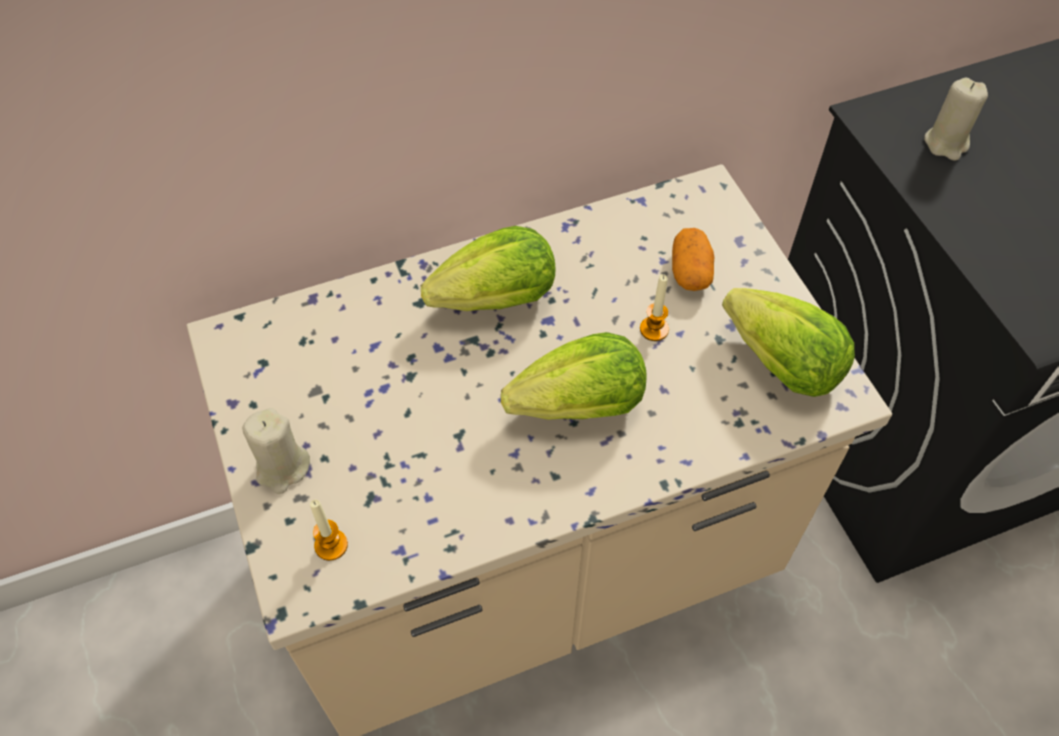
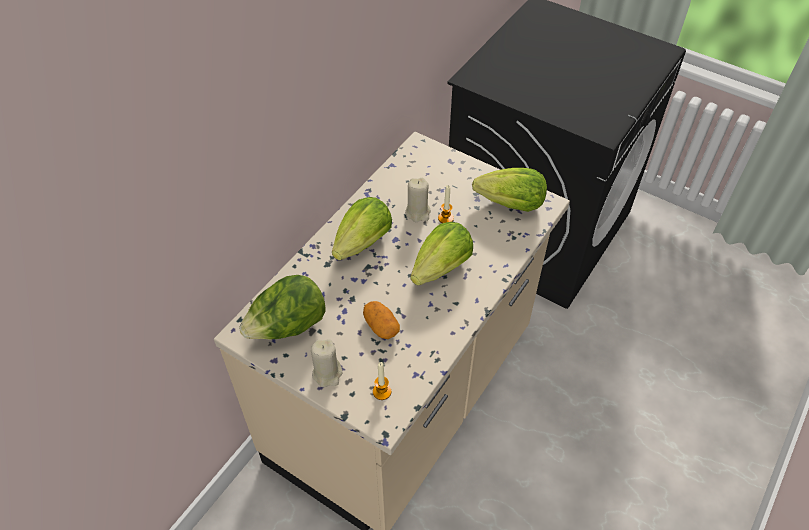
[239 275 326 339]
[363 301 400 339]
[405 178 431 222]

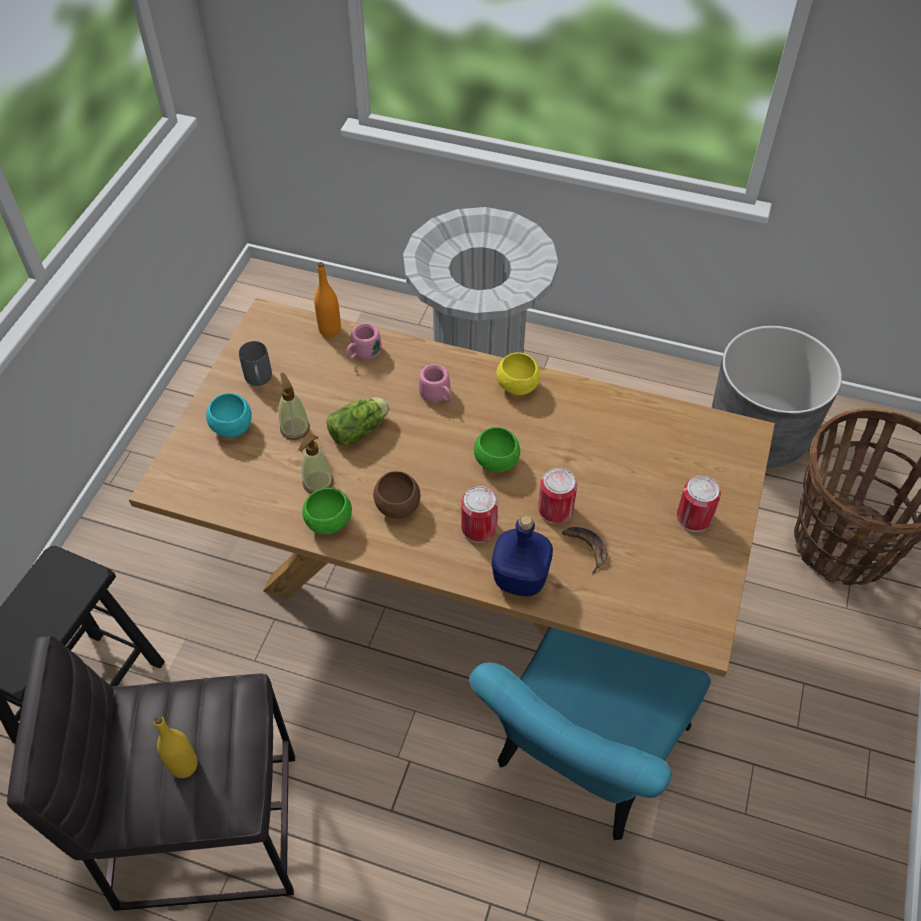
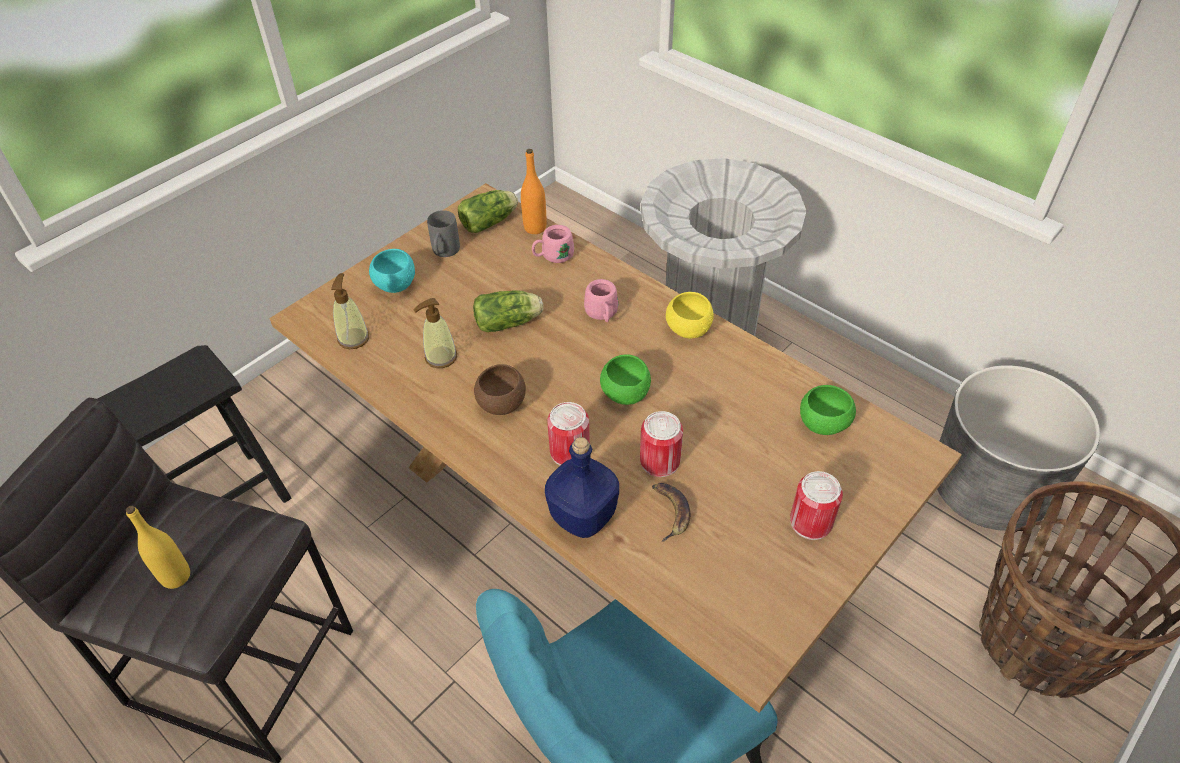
[458 190 518 233]
[331 273 369 349]
[800 385 856 435]

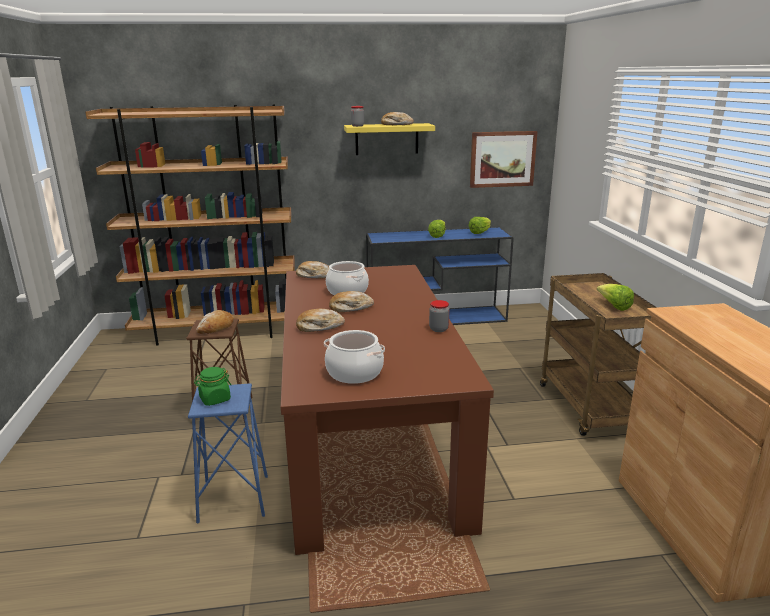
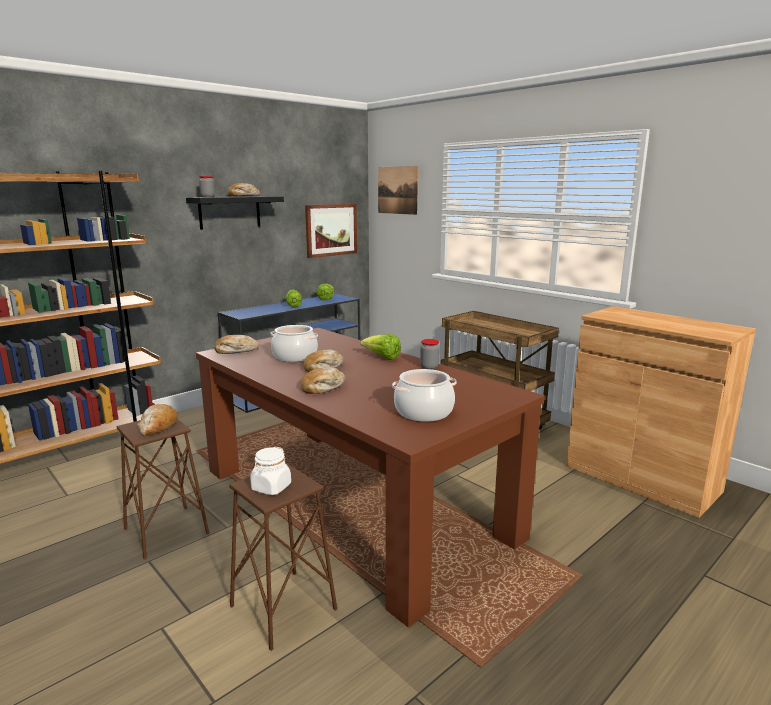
[378 166 419 215]
[360 334 401 360]
[229 463 337 651]
[250 447 291 495]
[186 196 284 230]

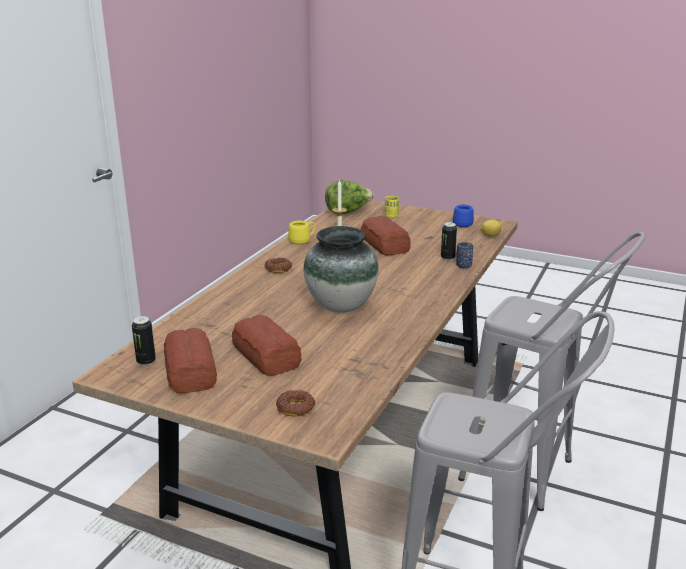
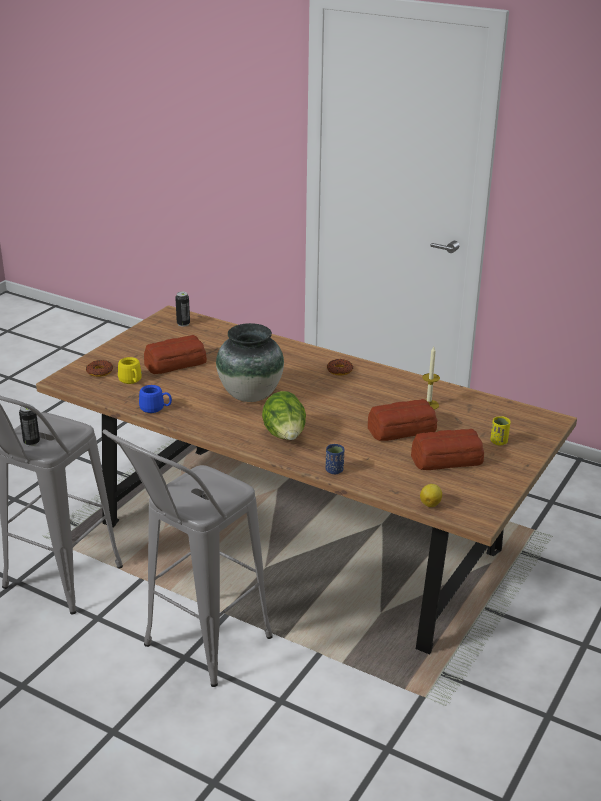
[411 429 484 470]
[118 357 142 384]
[262 391 306 440]
[19 404 40 446]
[139 385 172 413]

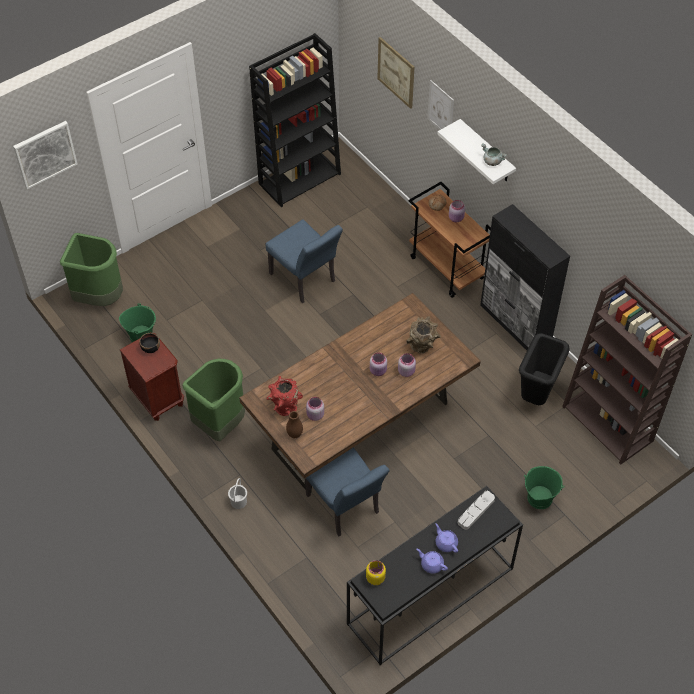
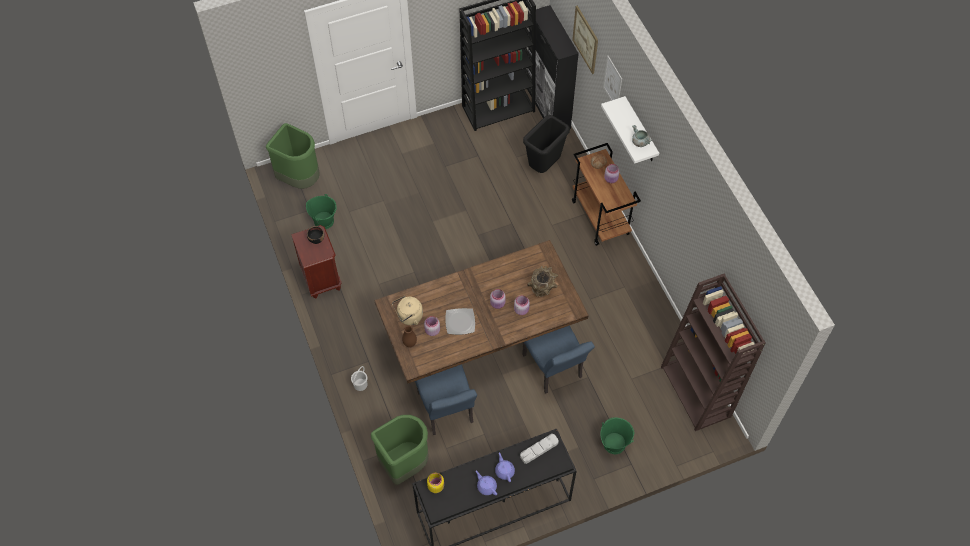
[13 121 78 190] (first image)
[445 308 475 335]
[371 415 428 485]
[522 325 595 394]
[527 5 579 129]
[523 115 570 173]
[392 296 423 325]

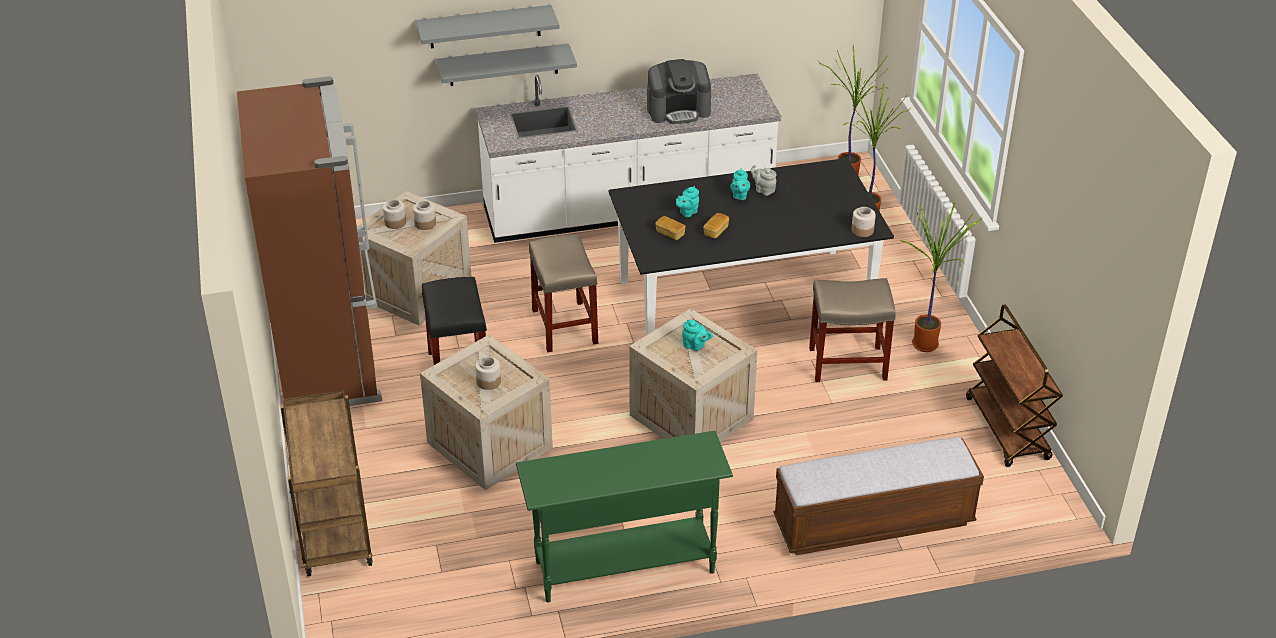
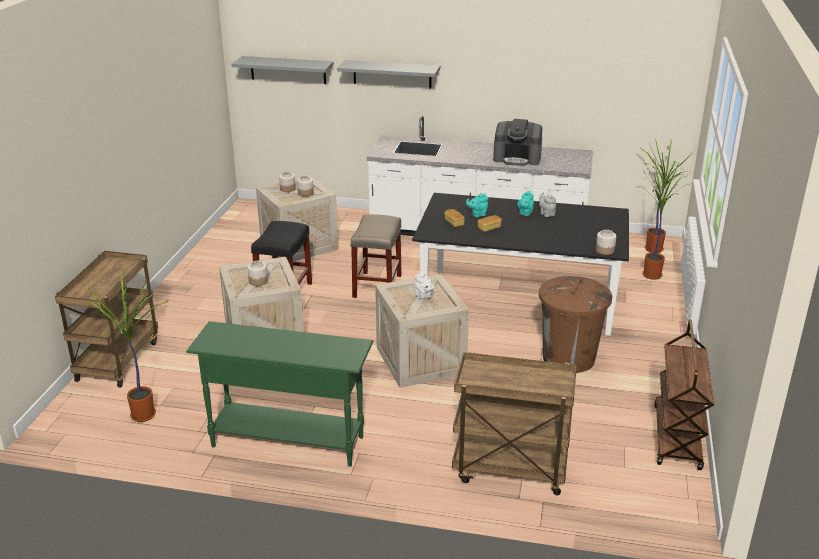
[237 76 382 406] (first image)
[232 56 334 84]
[87 274 168 422]
[452 352 577 495]
[539 276 612 373]
[414 271 434 299]

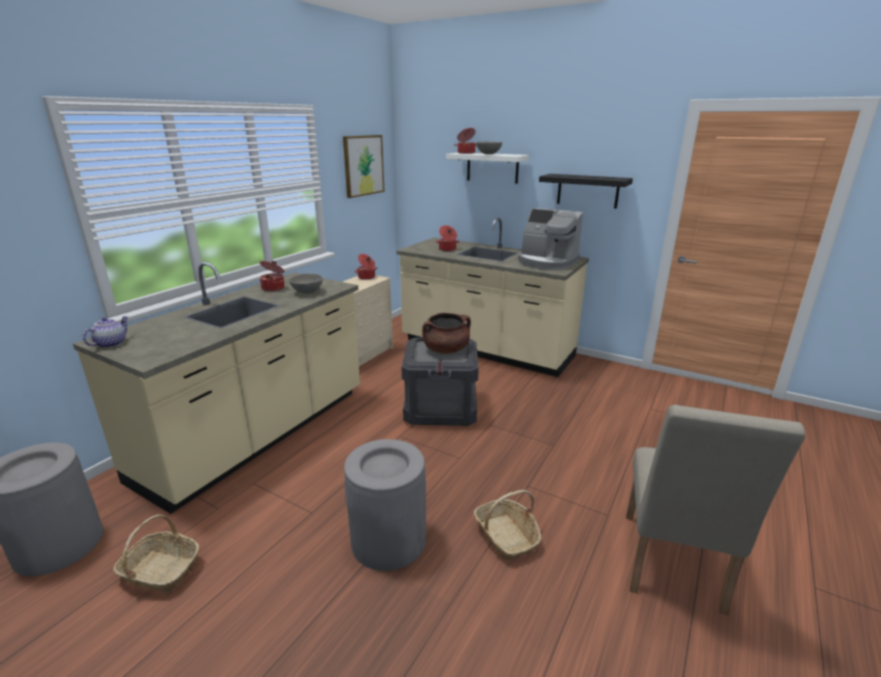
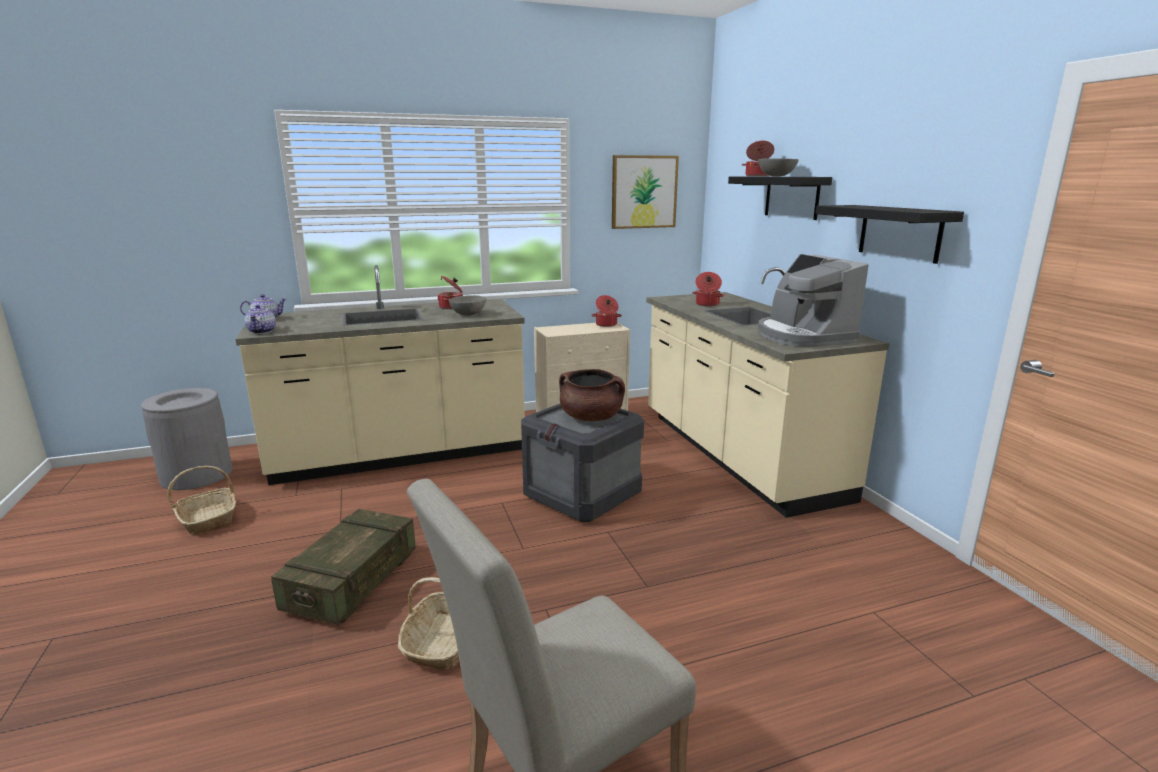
[245 305 276 334]
[271 509 416 625]
[728 177 832 220]

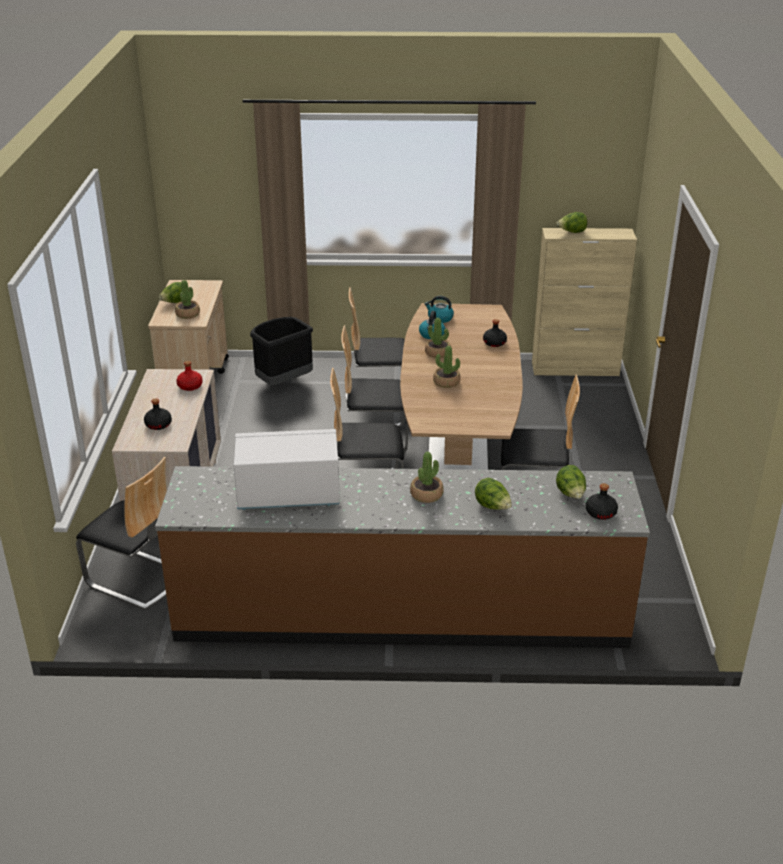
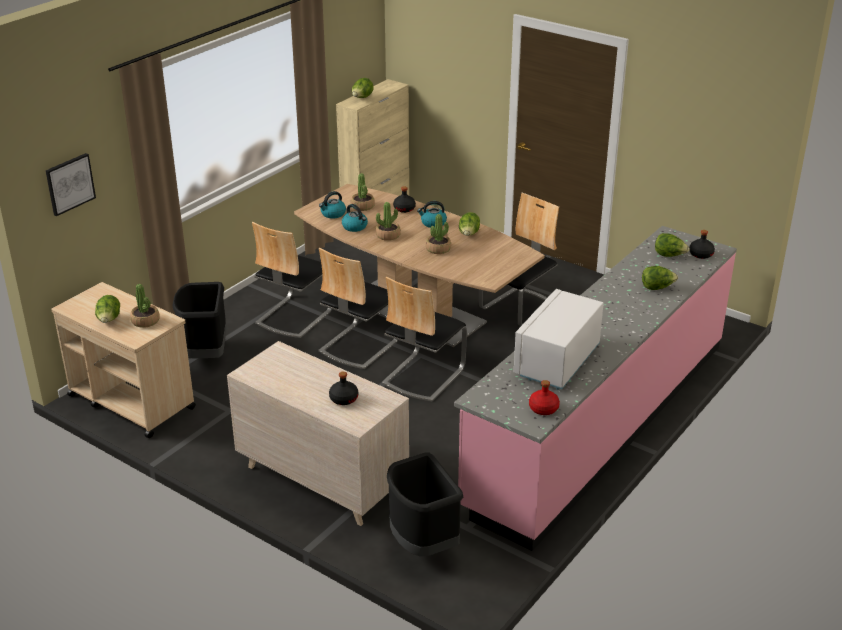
[45 153 96 216]
[417 201 447 228]
[459 212 480 236]
[529 380 560 415]
[351 173 375 211]
[387 452 463 557]
[454 226 737 551]

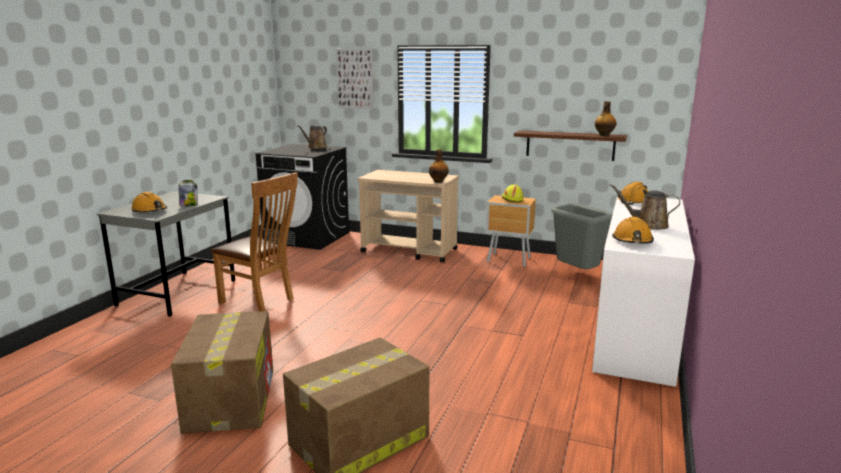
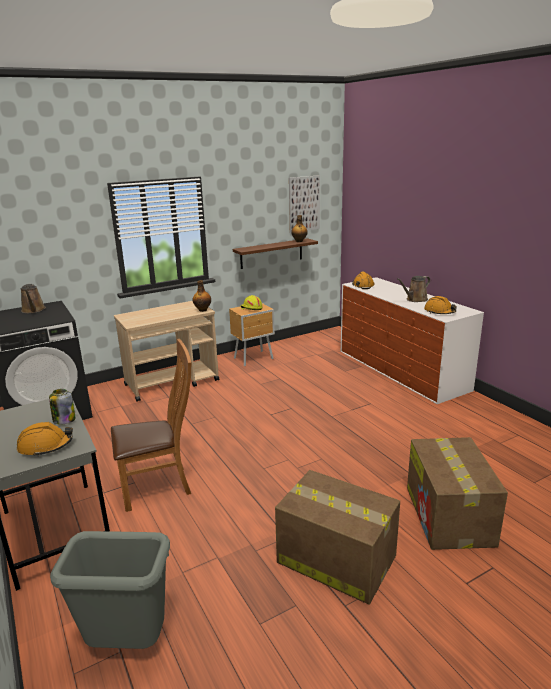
[289 175 320 233]
[50 531 170 649]

